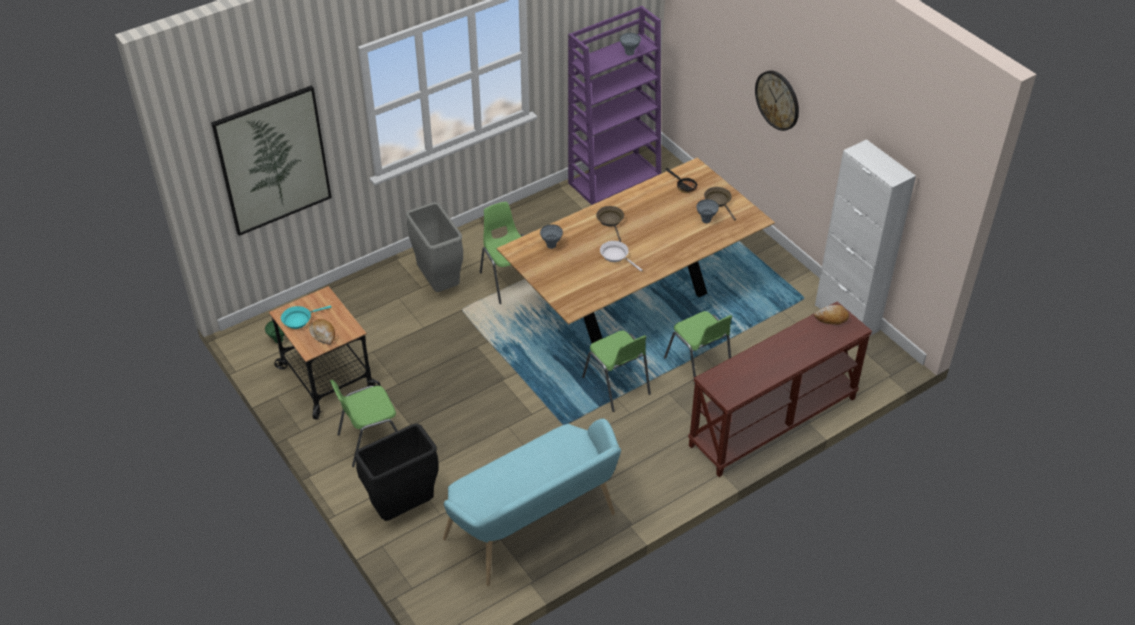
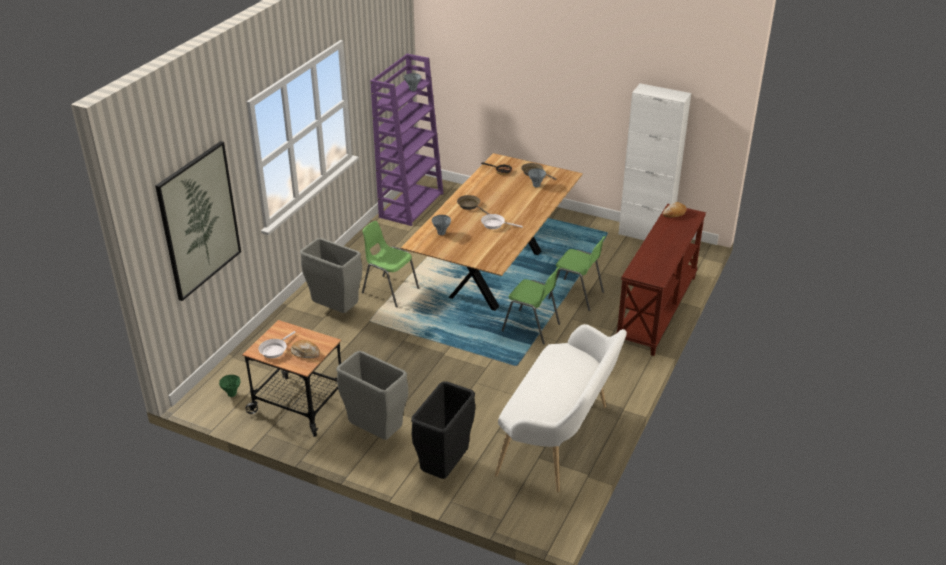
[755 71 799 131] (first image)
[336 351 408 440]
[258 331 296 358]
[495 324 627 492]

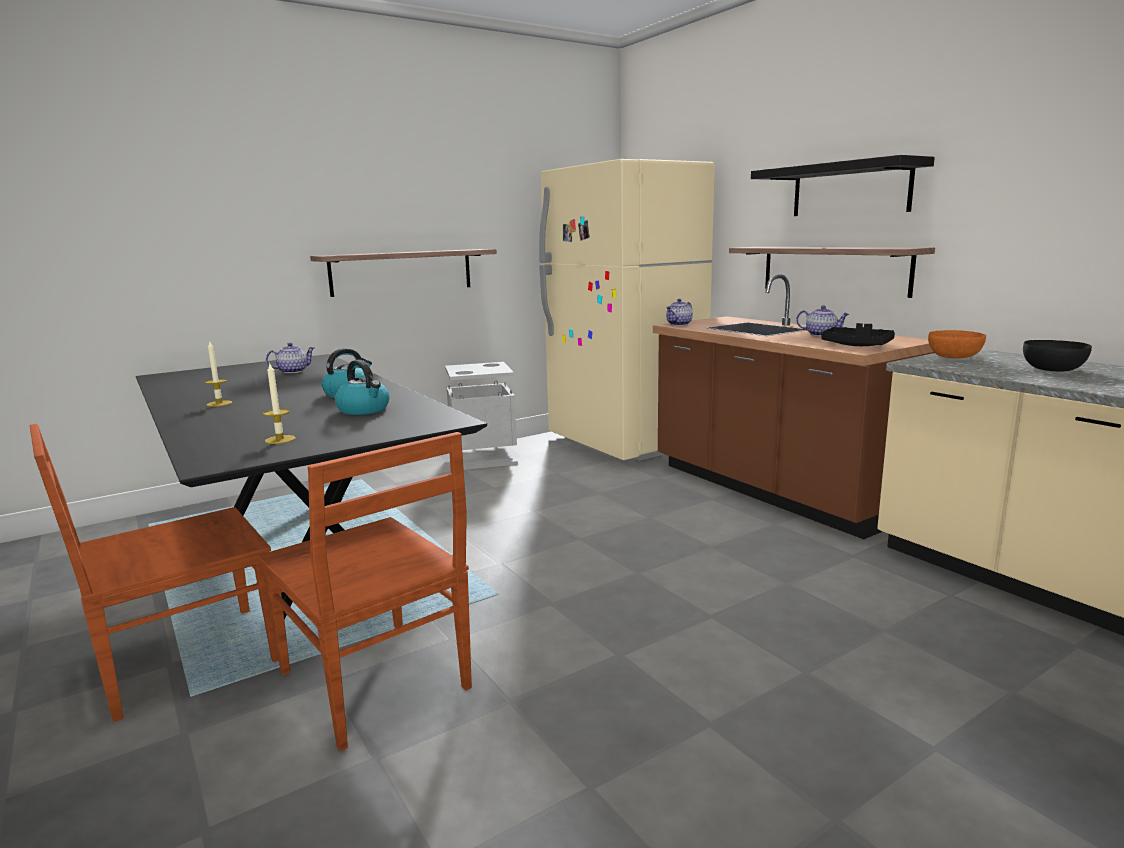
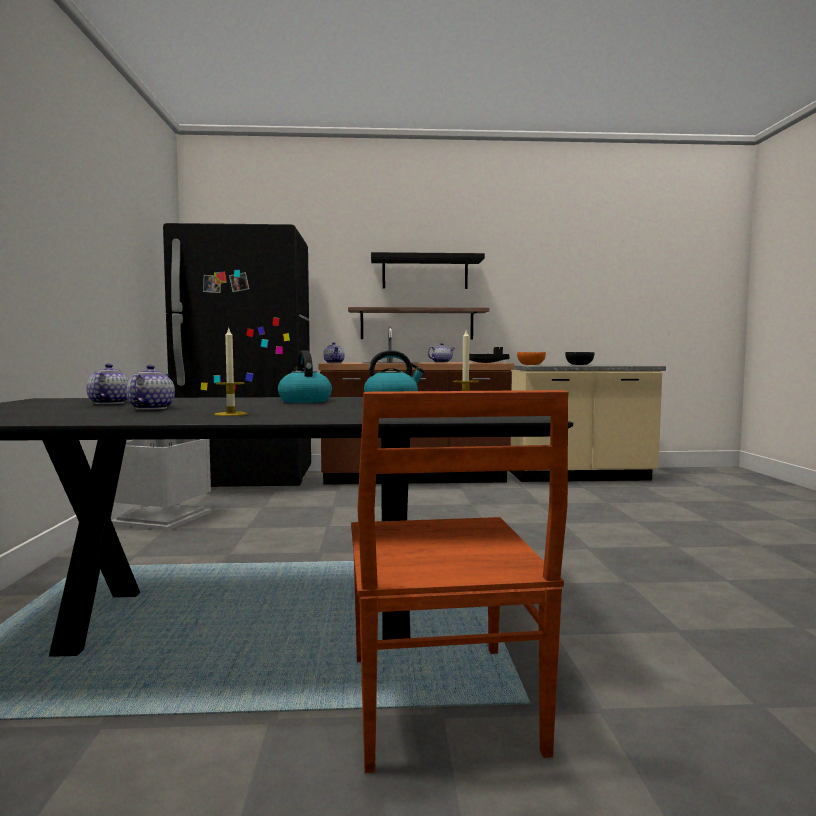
[258 432 472 751] (first image)
[310 249 497 297] (first image)
[126 365 175 410]
[163 223 311 487]

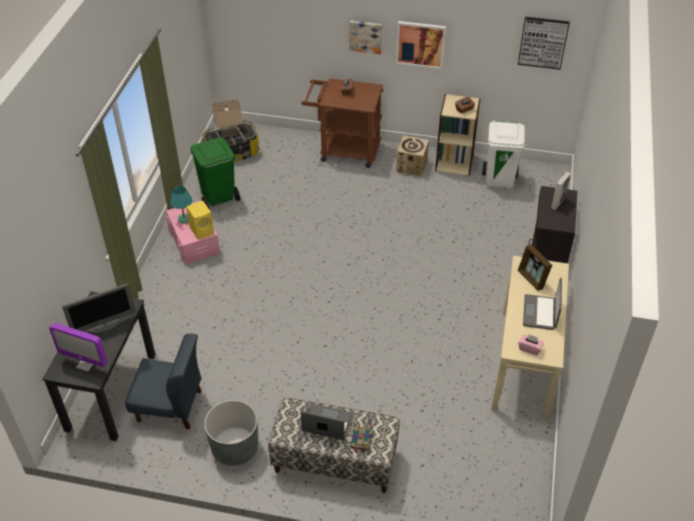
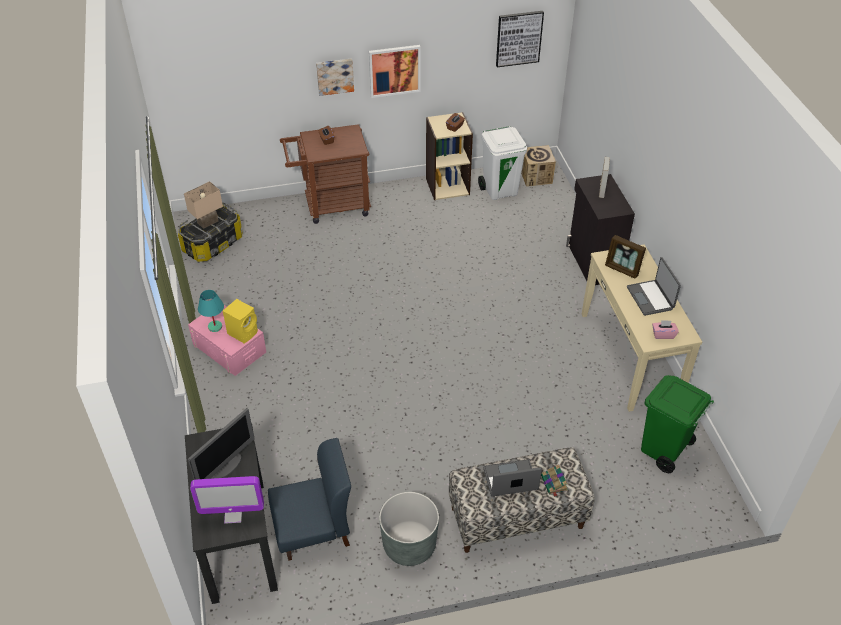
[641 375 714 473]
[521 145 556 187]

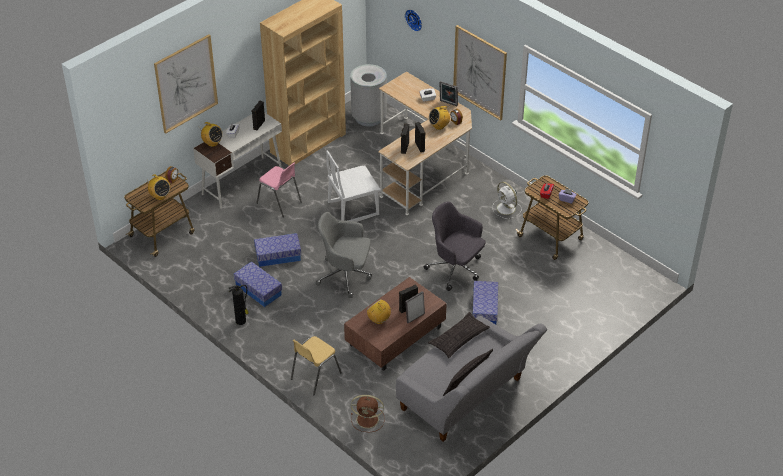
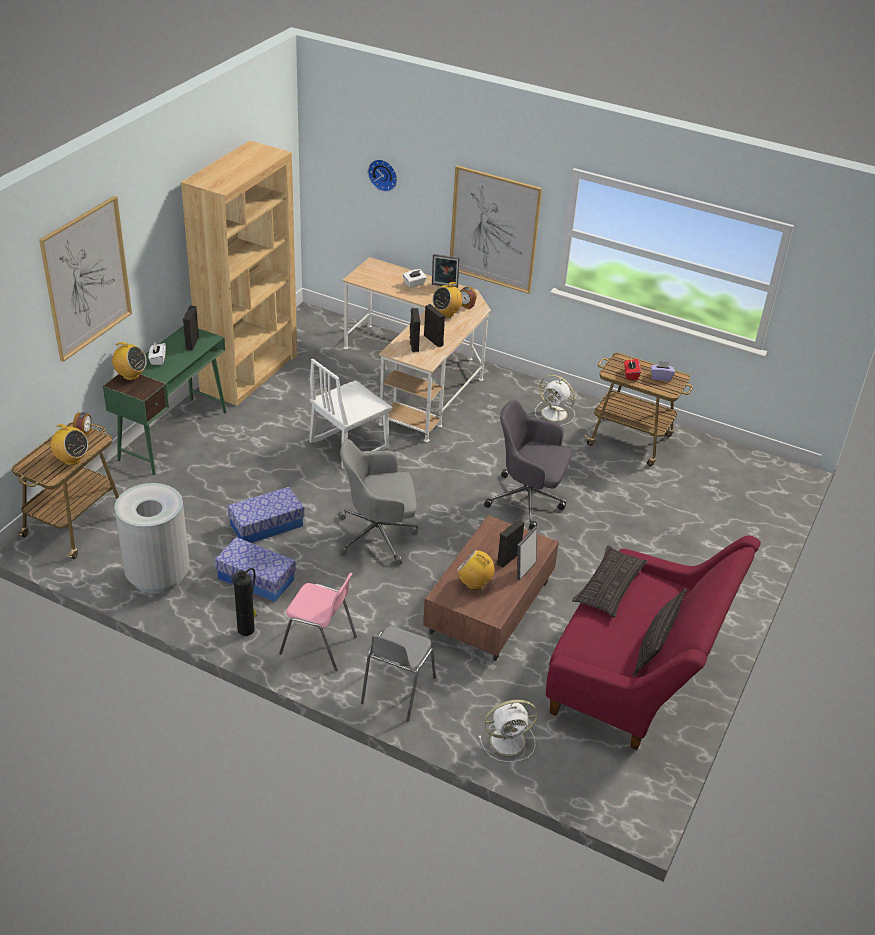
[473 281 498 324] (first image)
[279 573 357 671]
[115 483 189 594]
[103 325 226 475]
[361 626 436 721]
[479 700 538 762]
[546 535 761 750]

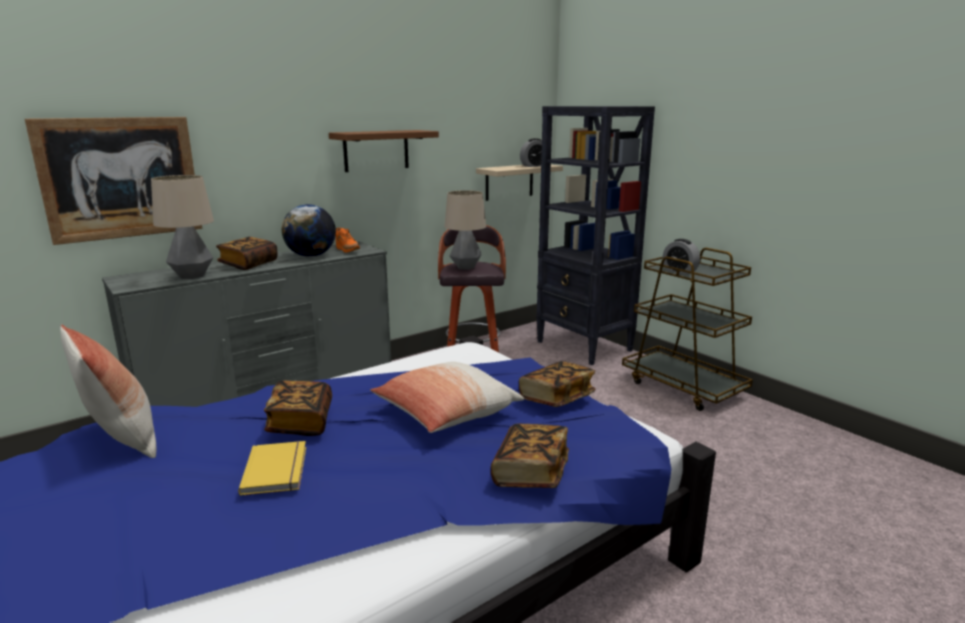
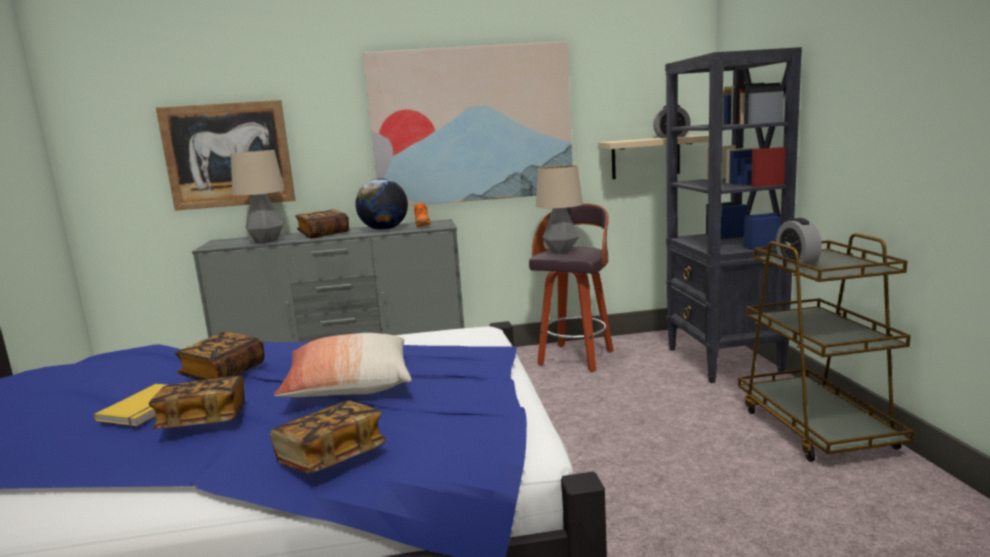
[60 324 156 458] (first image)
[149 376 245 429]
[363 41 572 206]

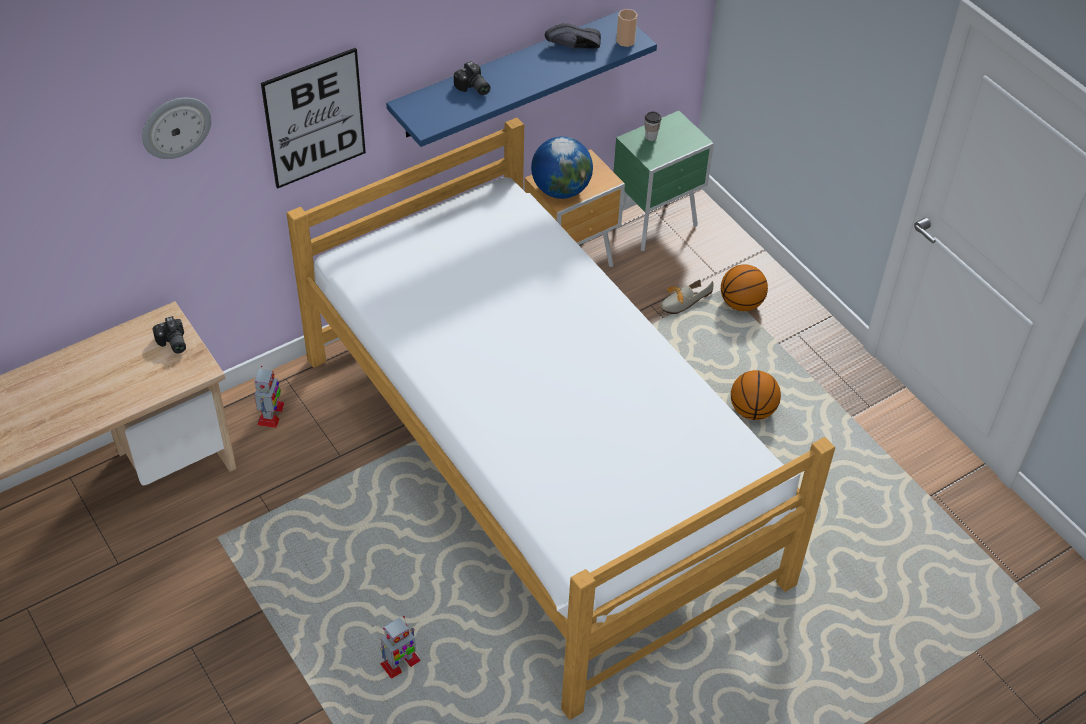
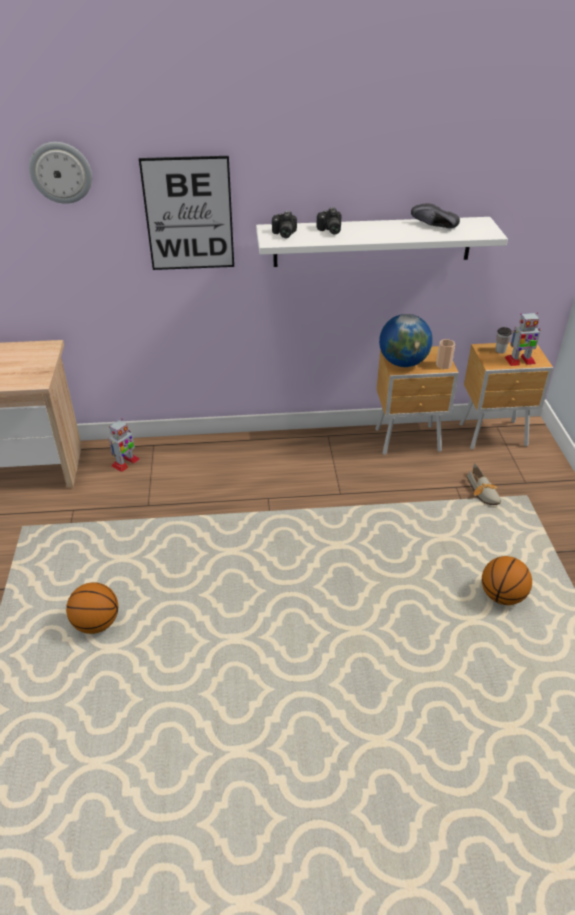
[287 117 835 720] (first image)
[272 211 297 238]
[505 312 541 366]
[436 339 455 369]
[66 582 118 634]
[256 217 508 267]
[460 342 553 449]
[466 464 501 505]

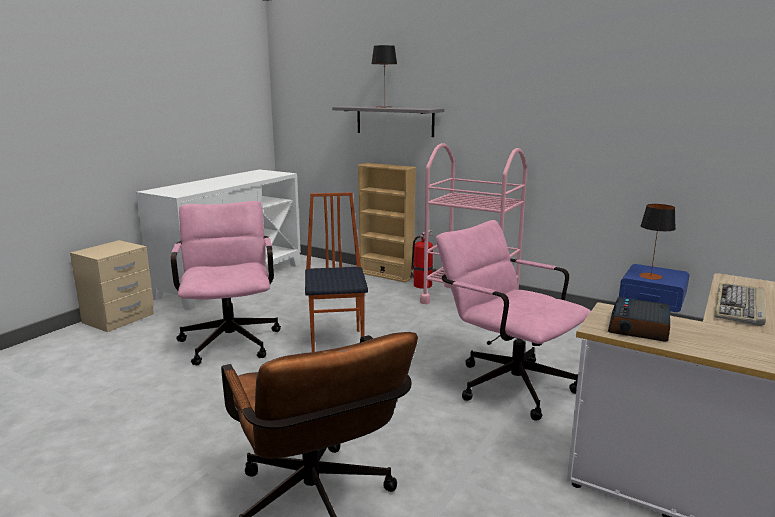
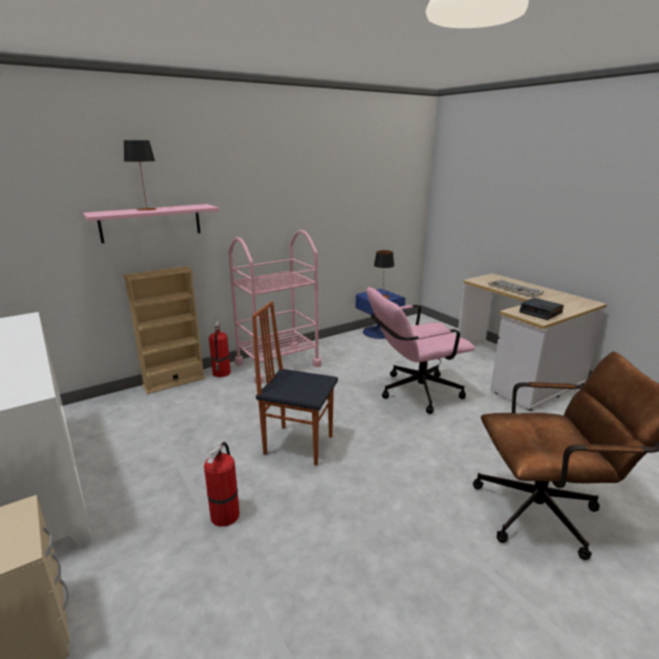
[204 442 240 527]
[83 204 219 243]

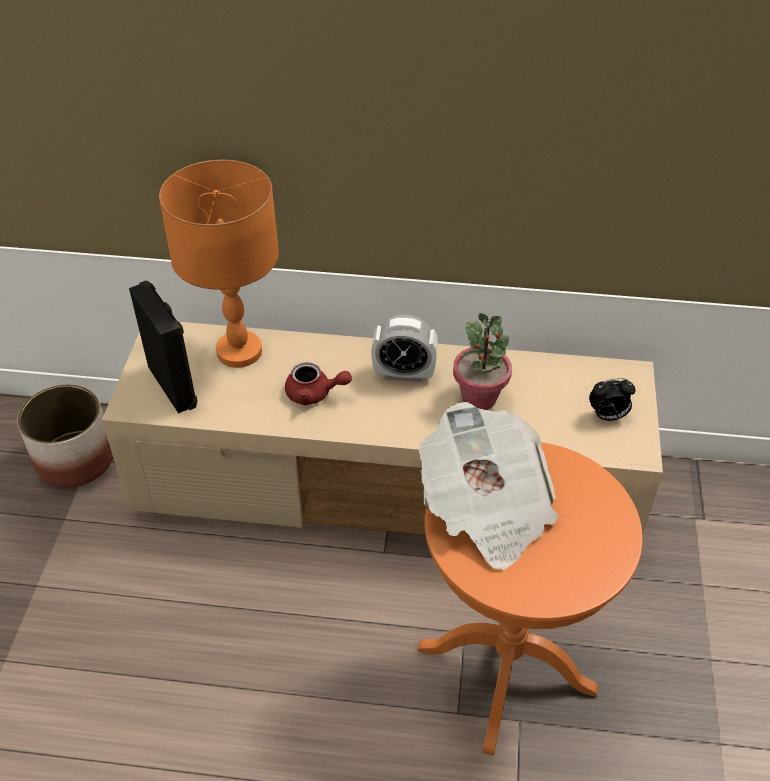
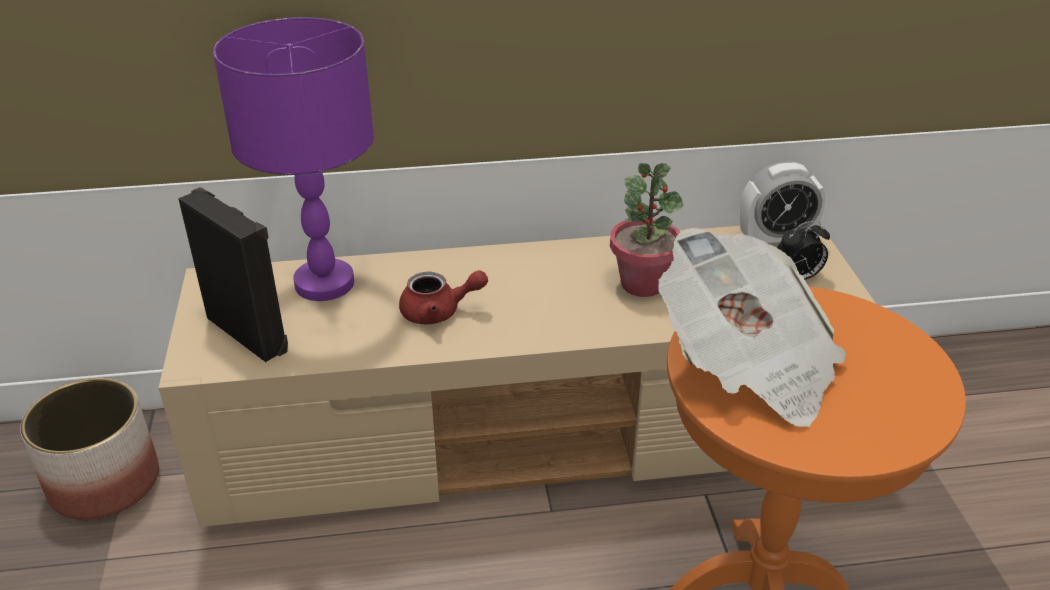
[740 162 825 247]
[213 17 374 301]

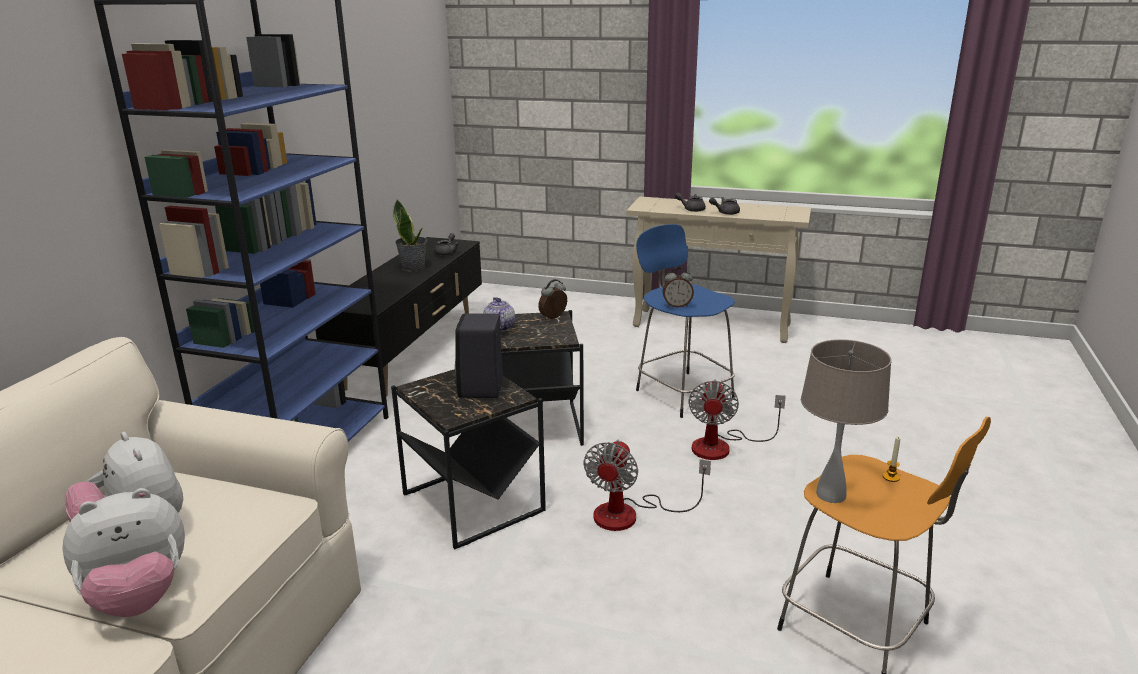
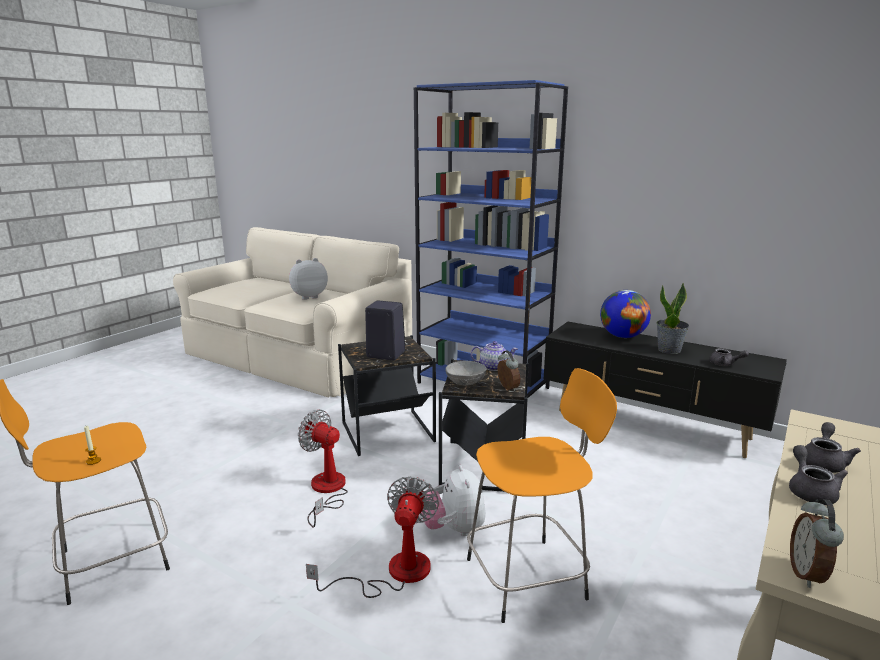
[801 339 892 503] (first image)
[445 361 486 386]
[600 290 651 338]
[421 465 486 536]
[790 499 844 588]
[467 368 617 623]
[306 476 439 598]

